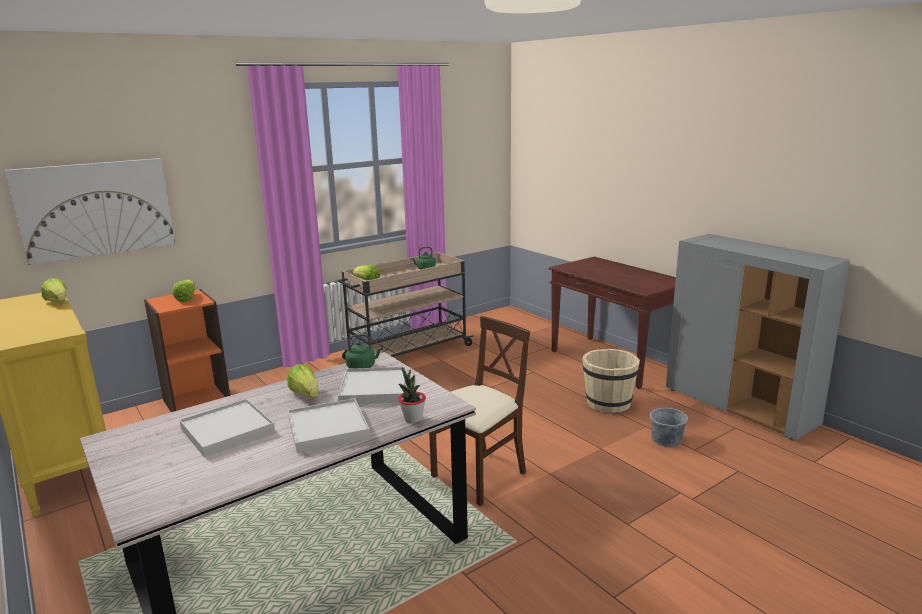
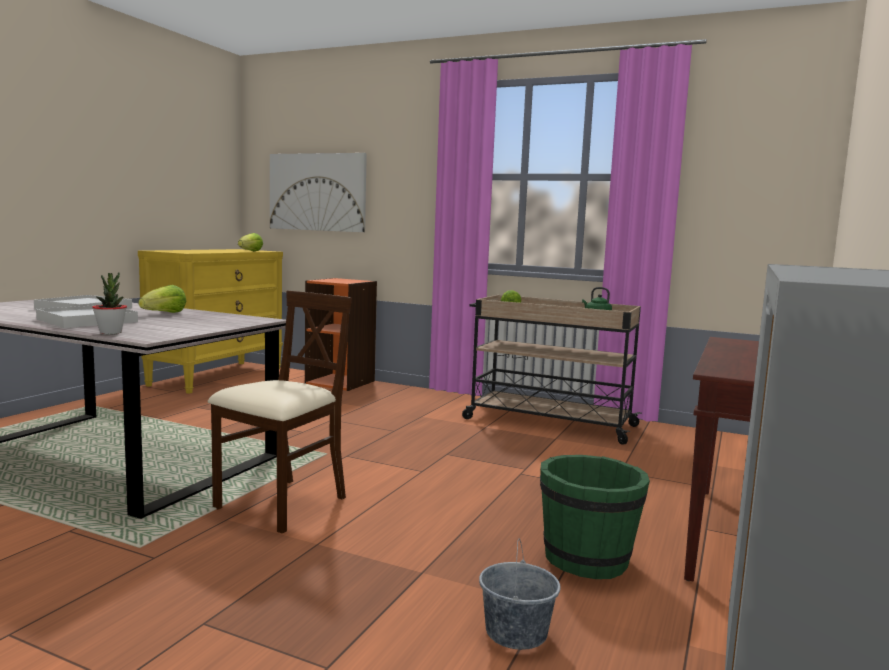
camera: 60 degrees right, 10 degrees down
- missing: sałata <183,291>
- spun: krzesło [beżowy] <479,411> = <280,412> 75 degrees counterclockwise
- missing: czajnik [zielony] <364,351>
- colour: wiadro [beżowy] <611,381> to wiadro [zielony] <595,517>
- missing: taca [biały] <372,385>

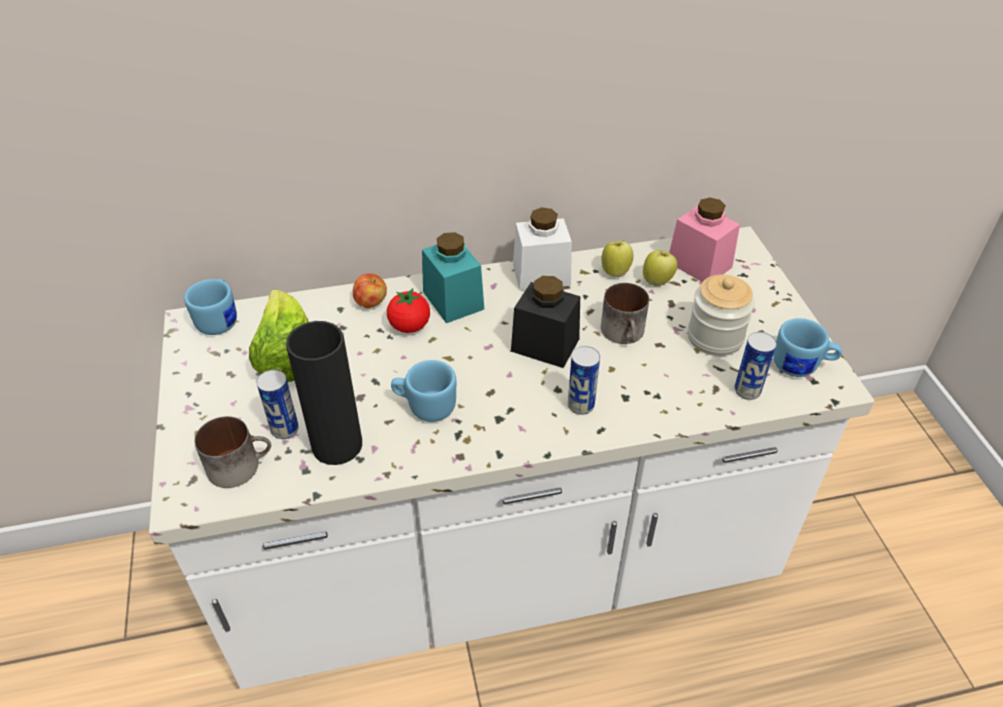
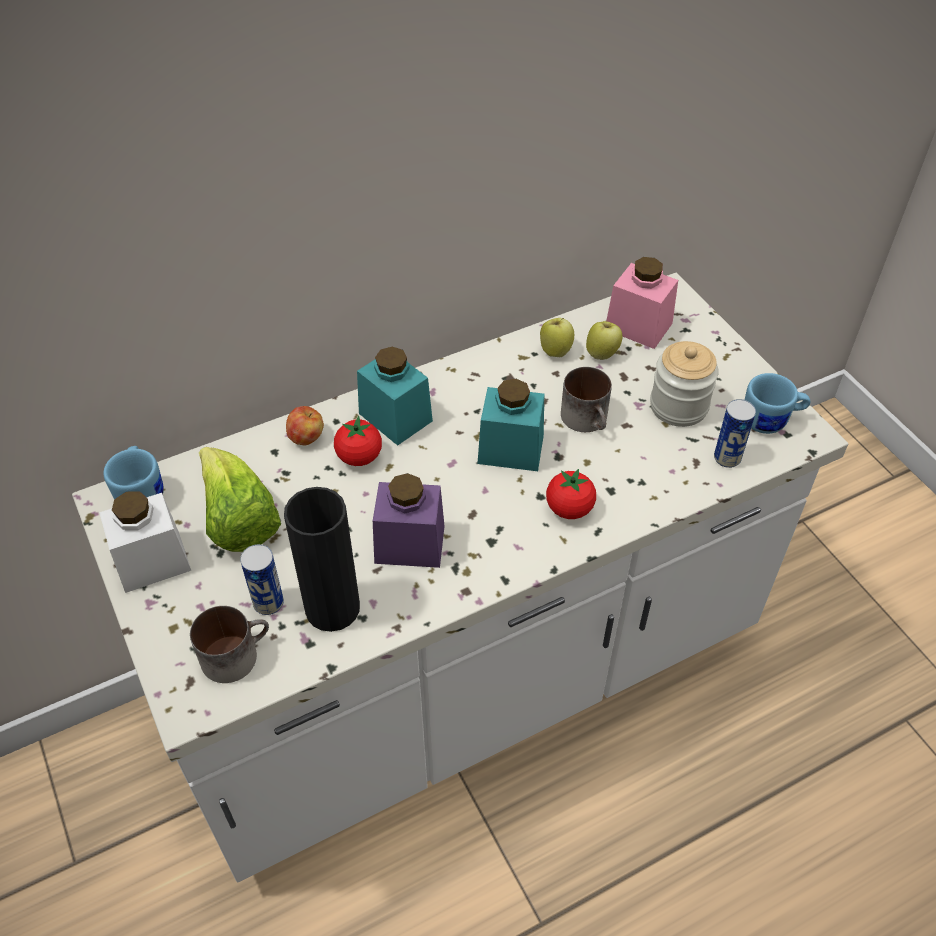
camera: 15 degrees left, 5 degrees up
- relocated: słoik [biały] <542,249> to <145,542>
- colour: słoik [czarny] <545,322> to słoik [turkusowy] <510,425>
- exchanged: puszka <584,380> to pomidor <571,494>
- exchanged: kubek [niebieski] <423,391> to słoik [fioletowy] <409,520>

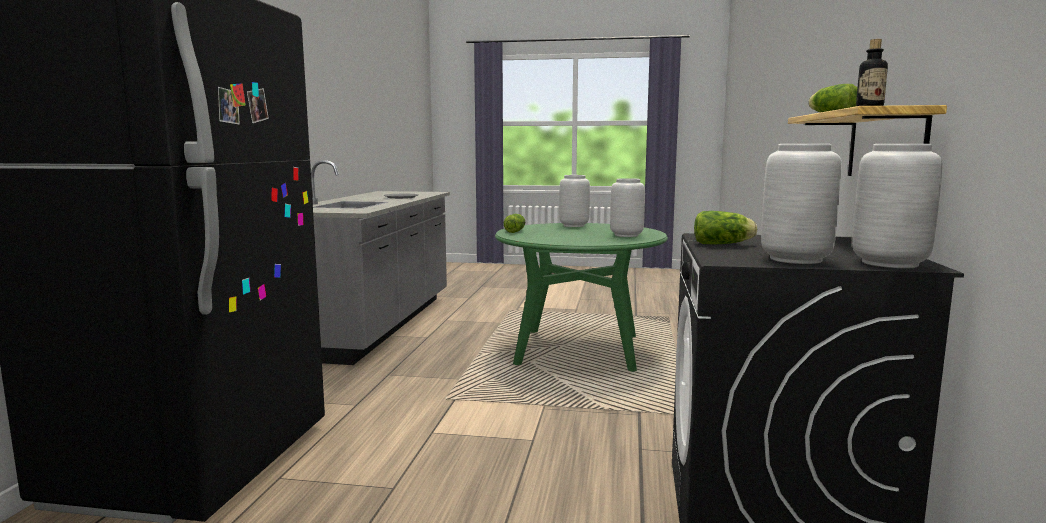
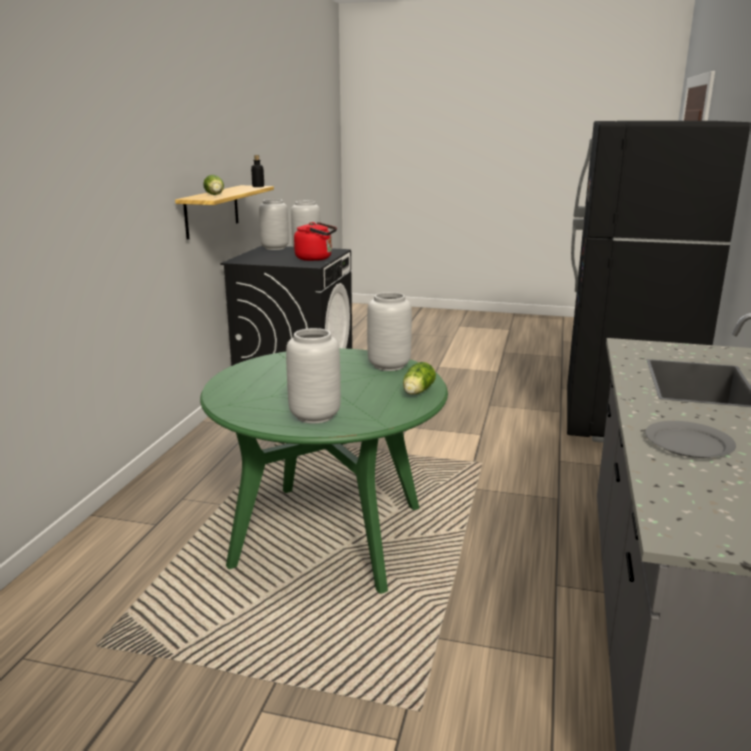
camera: 175 degrees left, 10 degrees up
- relocated: wazon [szary] <627,207> to <389,331>
- exchanged: sałata <725,228> to czajnik [czerwony] <315,241>

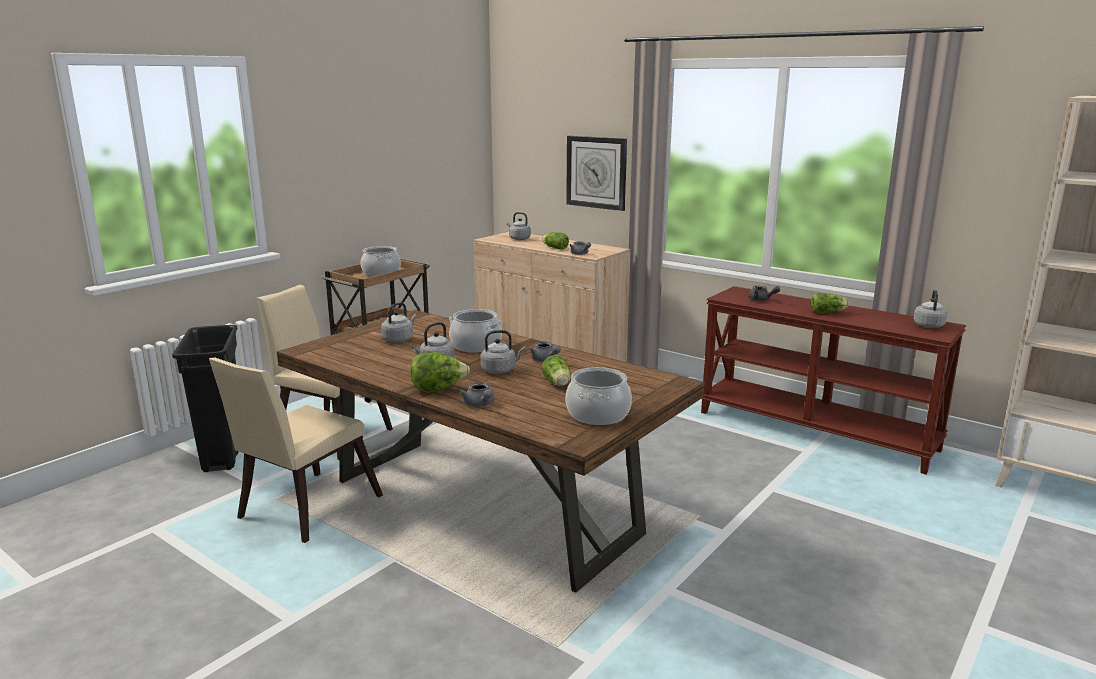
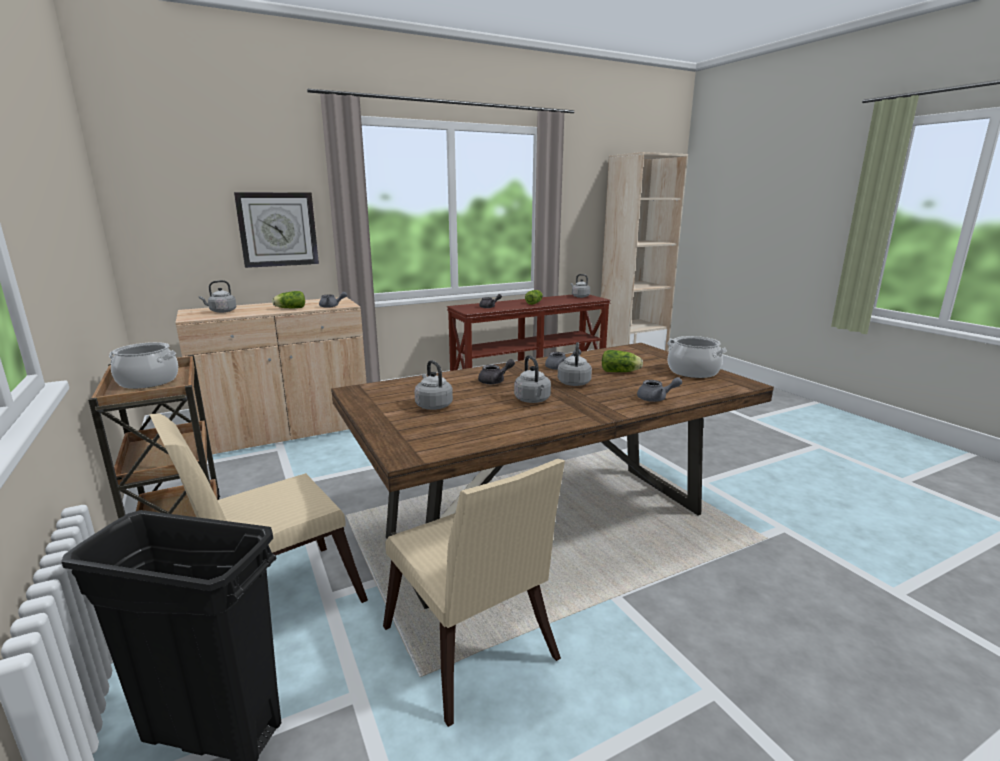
camera: 65 degrees left, 0 degrees up
- exchanged: garnek <475,331> to imbryk [szary] <496,371>
- missing: sałata <440,372>

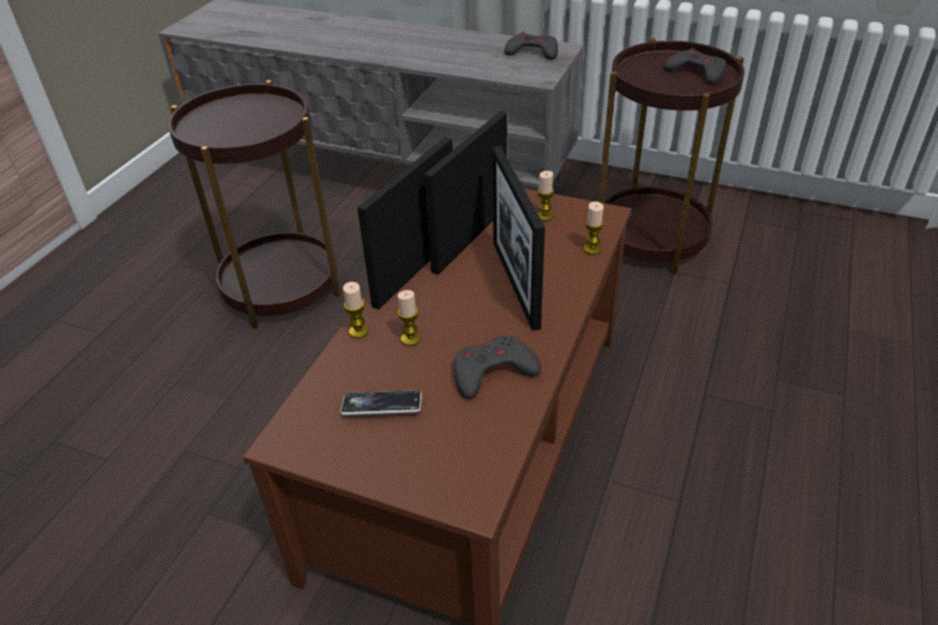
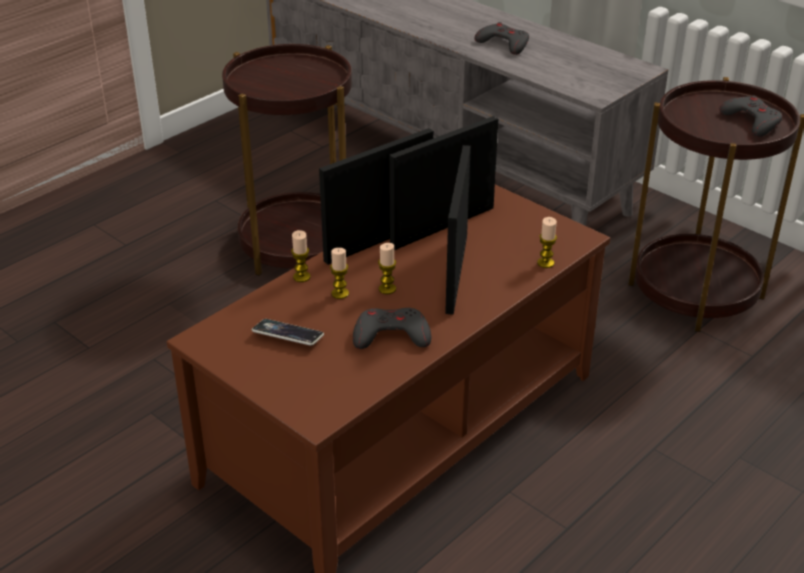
camera: 20 degrees right, 5 degrees down
- relocated: pad do gier [szary] <531,46> to <502,38>
- relocated: świeca <545,196> to <387,268>

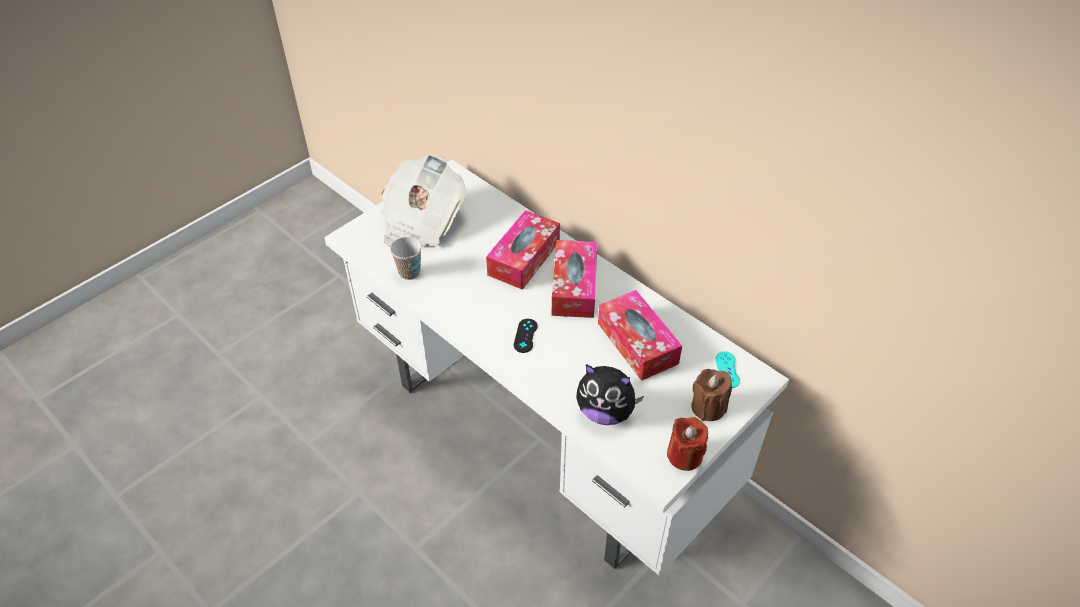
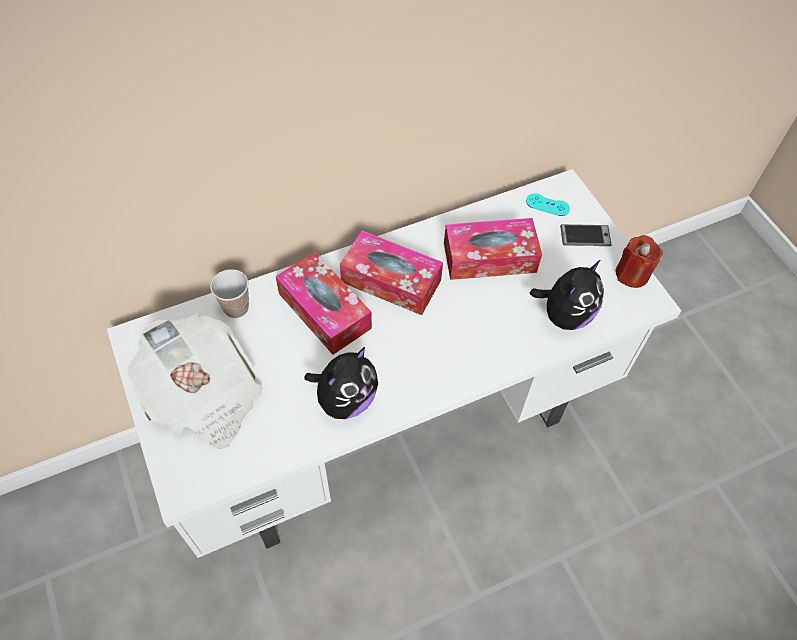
camera: 70 degrees left, 10 degrees up
- relocated: filiżanka <406,258> to <229,293>
- missing: pad do gier [czarny] <525,336>
- exchanged: świeca [brązowy] <711,395> to telefon <585,235>
- appeared: pluszak <341,383>

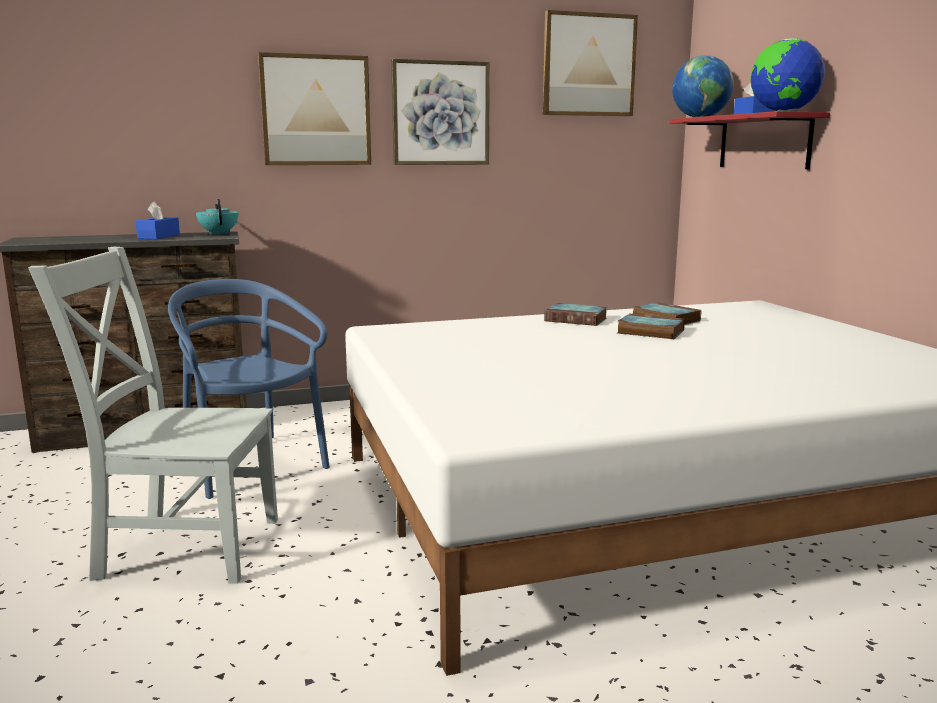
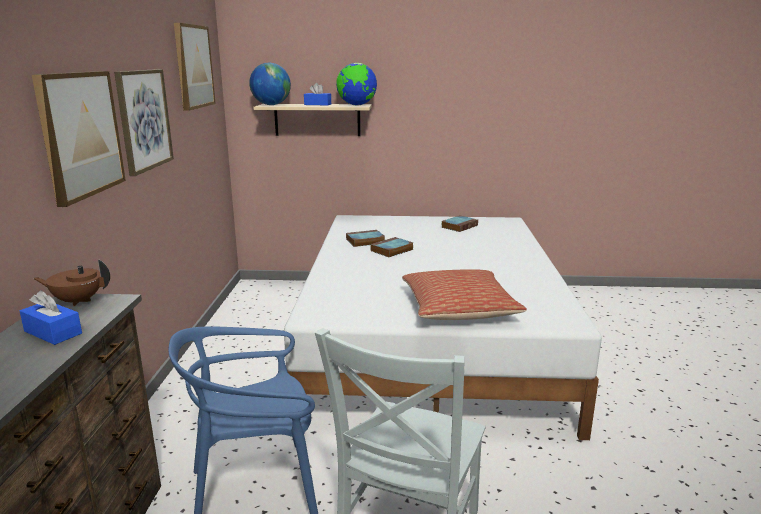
camera: 70 degrees left, 5 degrees up
- colour: półka [czerwony] <749,140> to półka [beżowy] <312,120>
- colour: imbryk [turkusowy] <217,217> to imbryk [brązowy] <71,283>
- relocated: książka <575,314> to <459,223>
- appeared: poduszka <464,294>

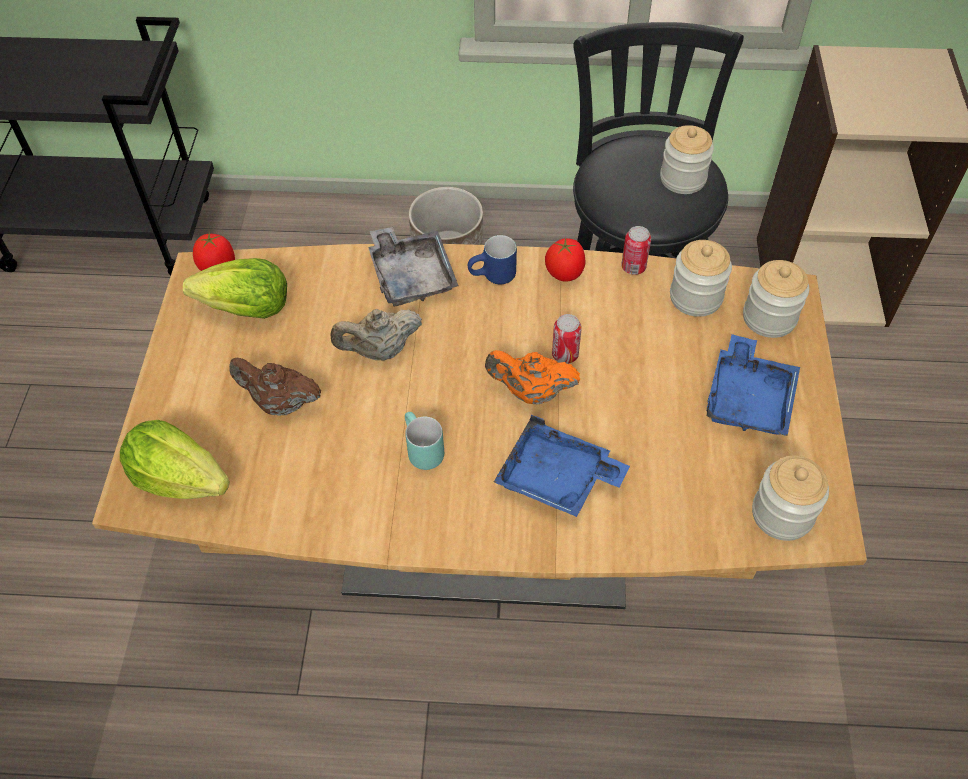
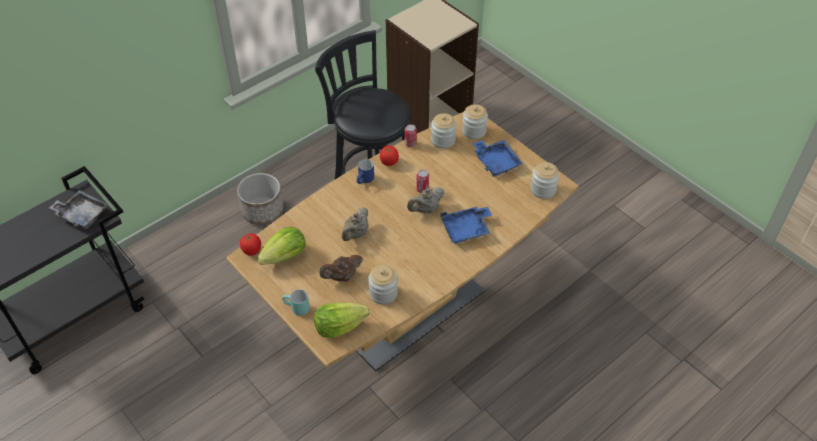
camera: 45 degrees left, 5 degrees down
- relocated: słoik <687,159> to <383,285>
- relocated: taca [szary] <413,266> to <78,209>
- colour: imbryk [pomarańczowy] <532,377> to imbryk [beżowy] <426,200>
- relocated: kubek [turkusowy] <424,441> to <296,303>

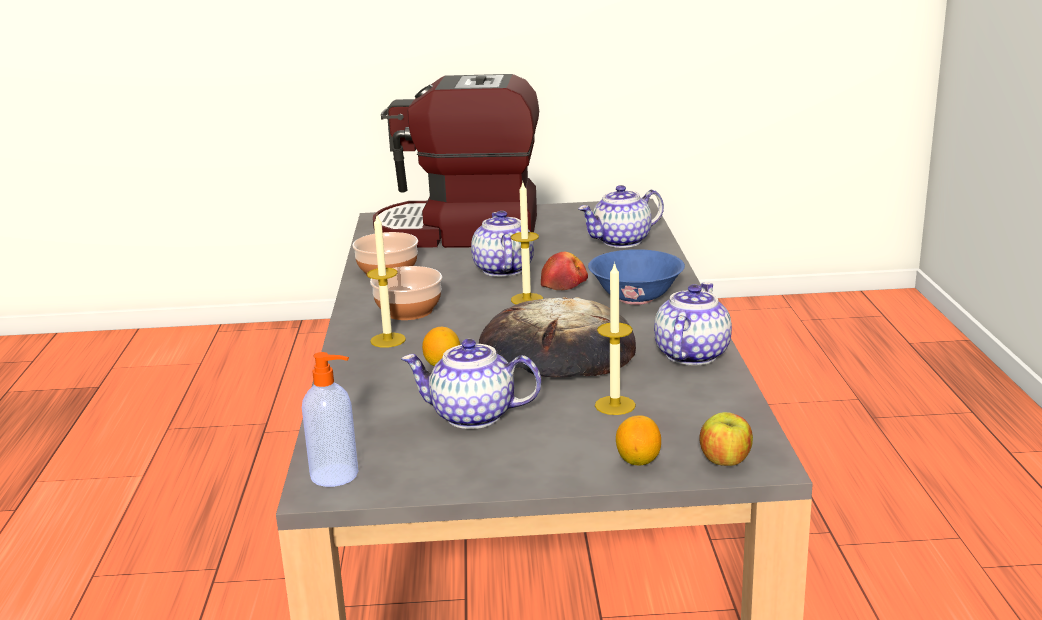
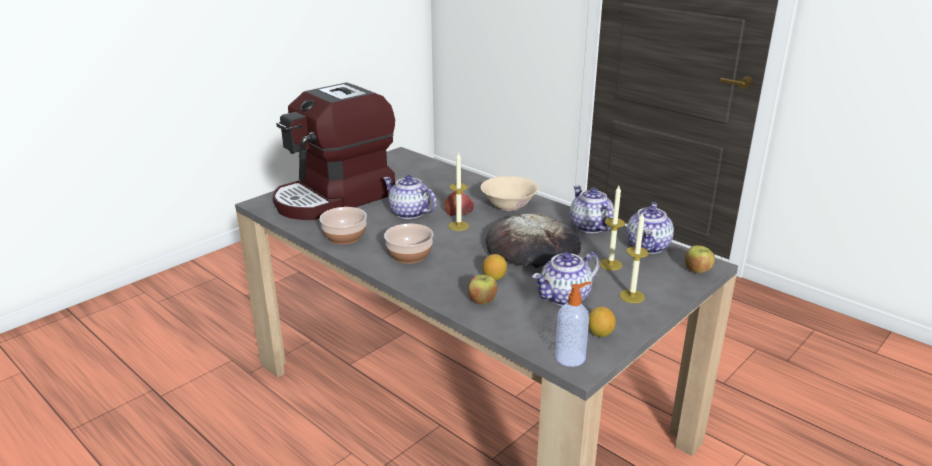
camera: 45 degrees left, 5 degrees up
- relocated: imbryk <621,216> to <650,228>
- relocated: świeca <386,281> to <634,257>
- colour: miska [niebieski] <636,277> to miska [beżowy] <510,193>
- relocated: cytryna <638,440> to <602,322>
- appeared: jabłko <482,289>

